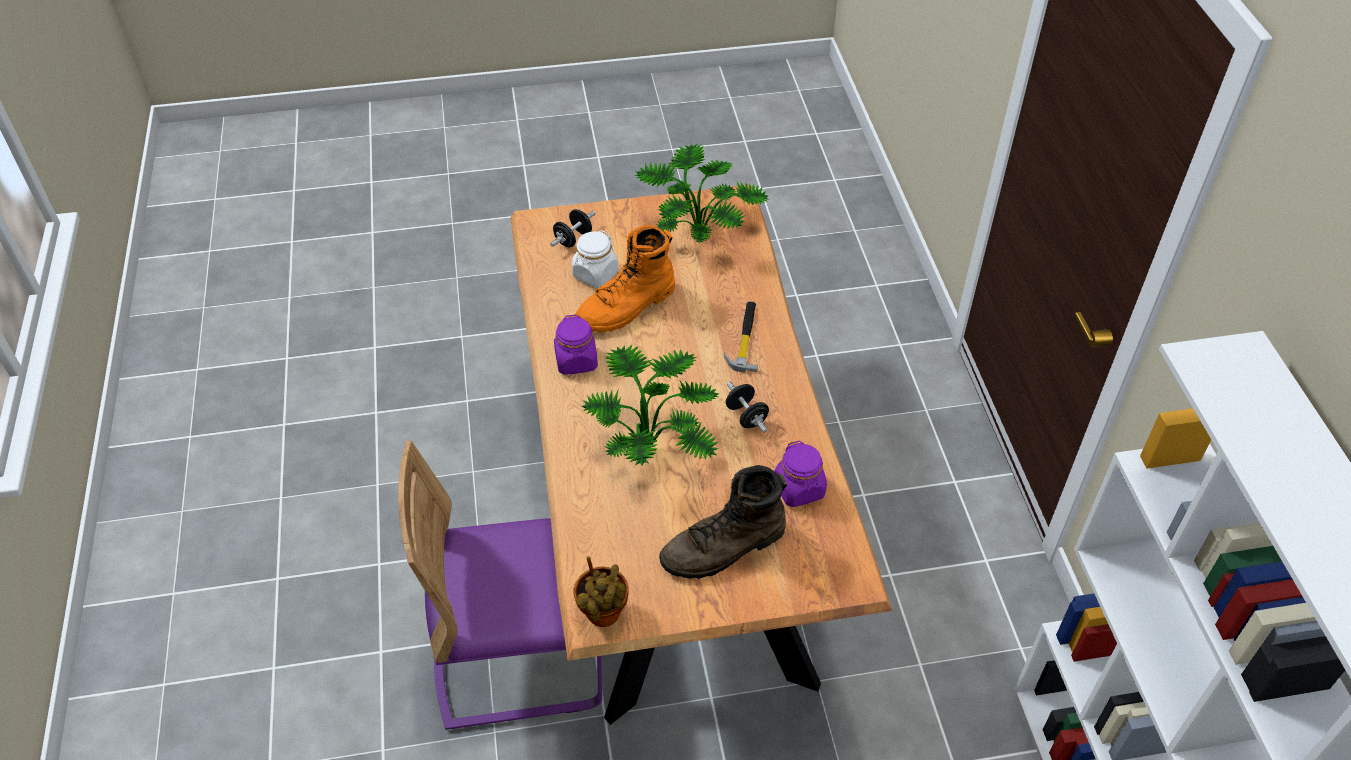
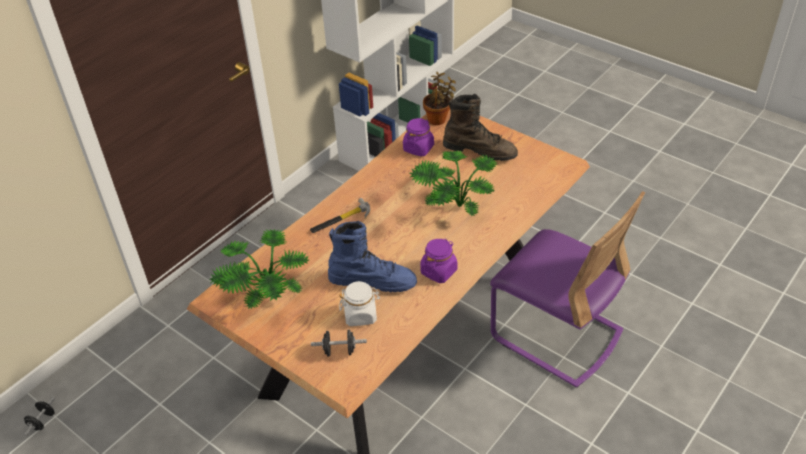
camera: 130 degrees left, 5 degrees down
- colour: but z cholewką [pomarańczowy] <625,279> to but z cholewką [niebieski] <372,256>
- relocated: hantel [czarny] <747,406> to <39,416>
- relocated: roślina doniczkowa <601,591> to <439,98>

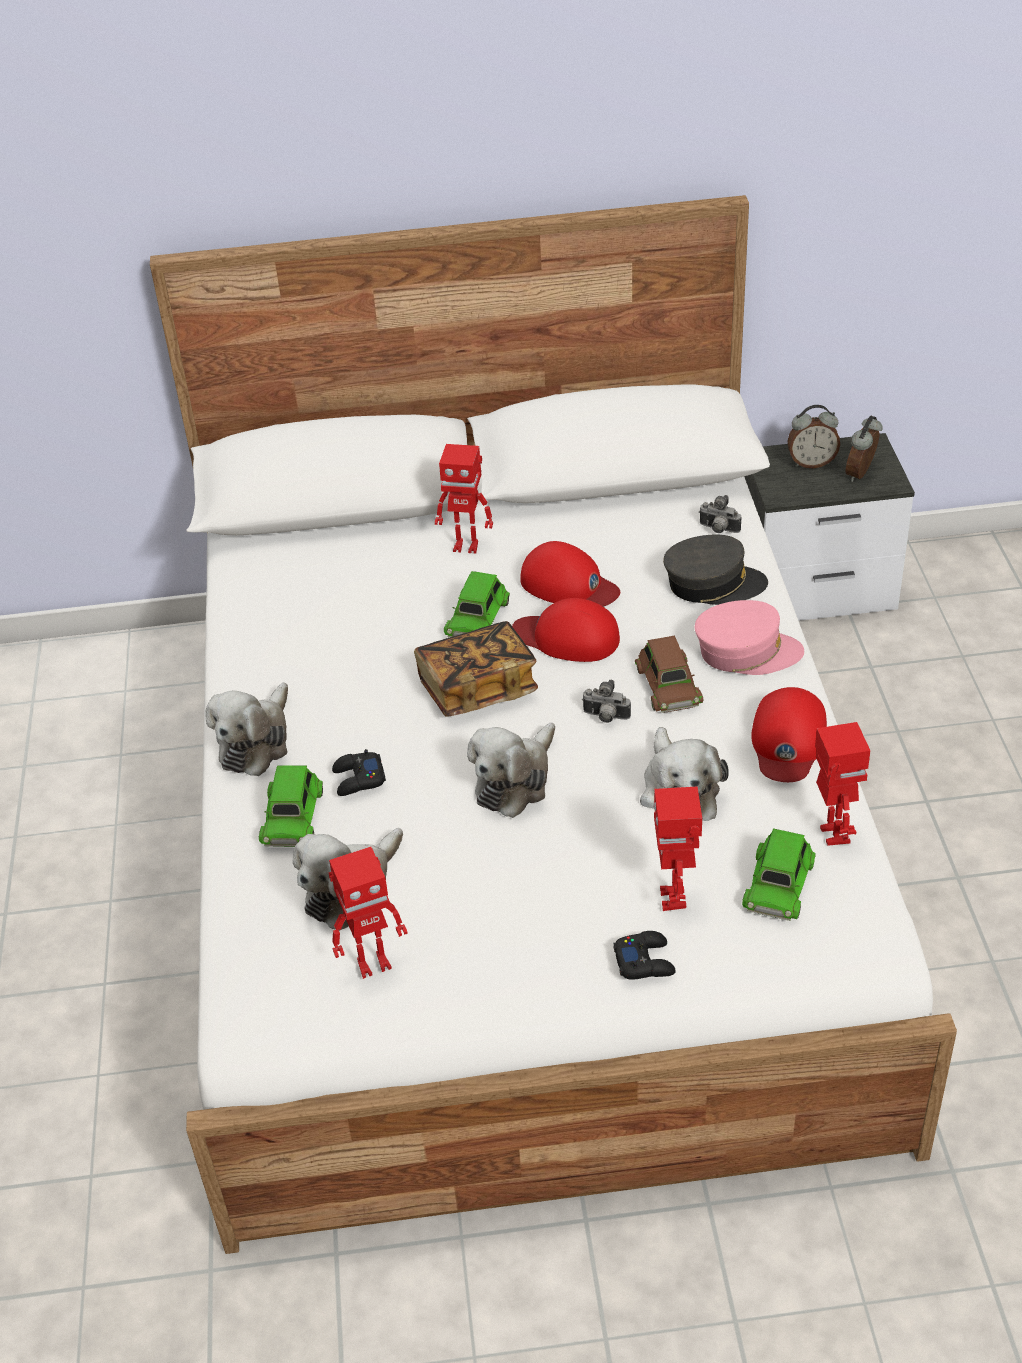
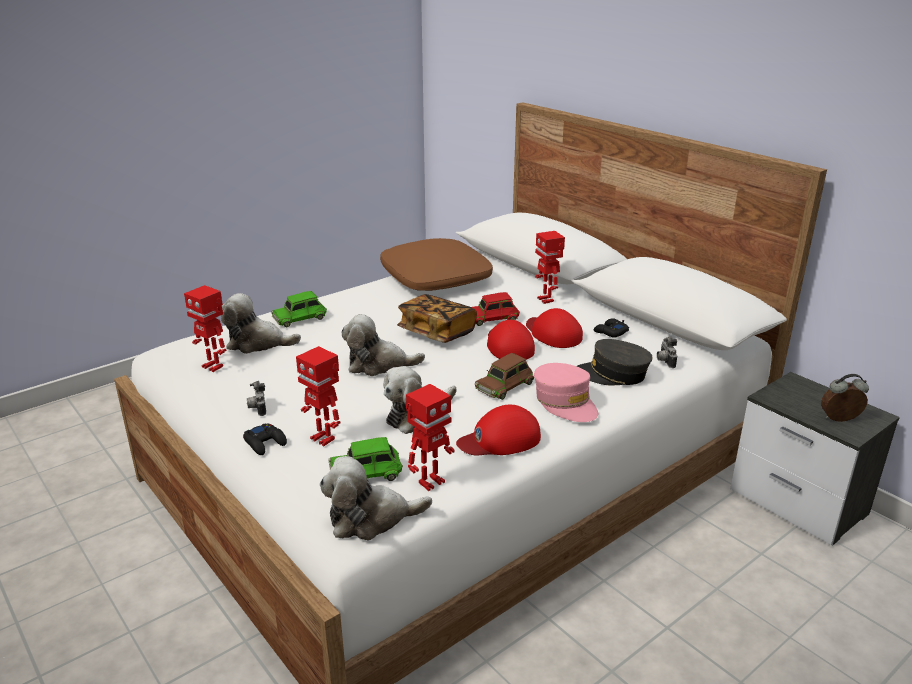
camera: 55 degrees right, 15 degrees down
- missing: budzik <813,436>
- spun: czapka z daszkiem [szary] <715,570> = <614,362> 135 degrees clockwise
- spun: czapka z daszkiem [czerwony] <570,574> = <554,328> 150 degrees clockwise
- colour: samochodzik [zielony] <477,604> to samochodzik [czerwony] <495,309>
- relocated: aparat fotograficzny <606,701> to <256,398>
- relocated: pluszak <246,729> to <376,498>
- relocated: pad do gier [czarny] <359,772> to <611,328>
- spun: robot zabawkowy <678,849> = <318,396> 105 degrees counterclockwise
- appeared: poduszka [brązowy] <436,264>

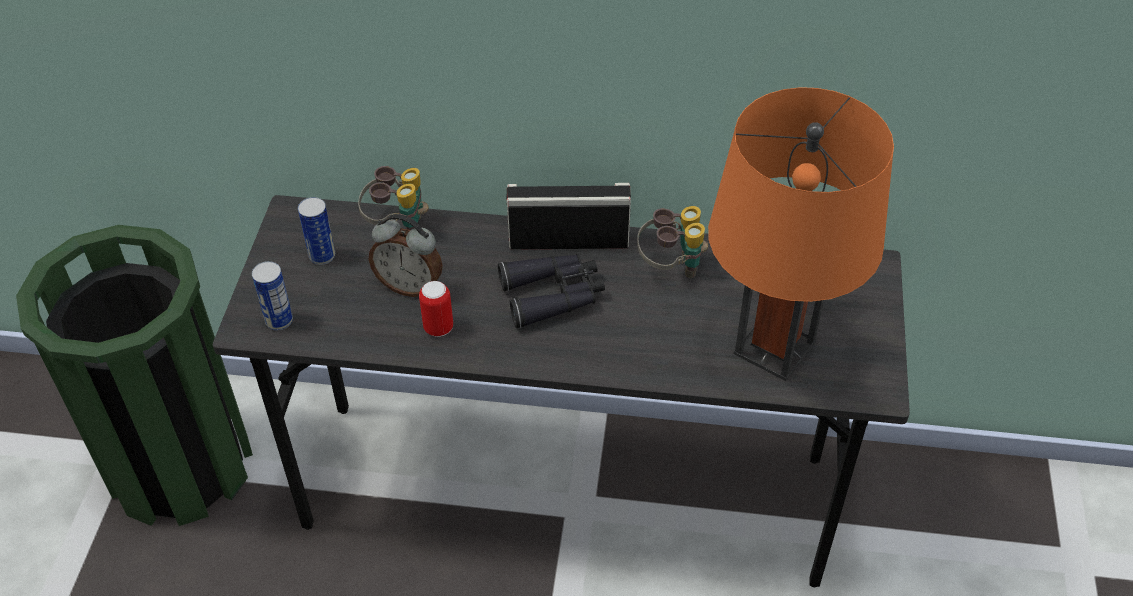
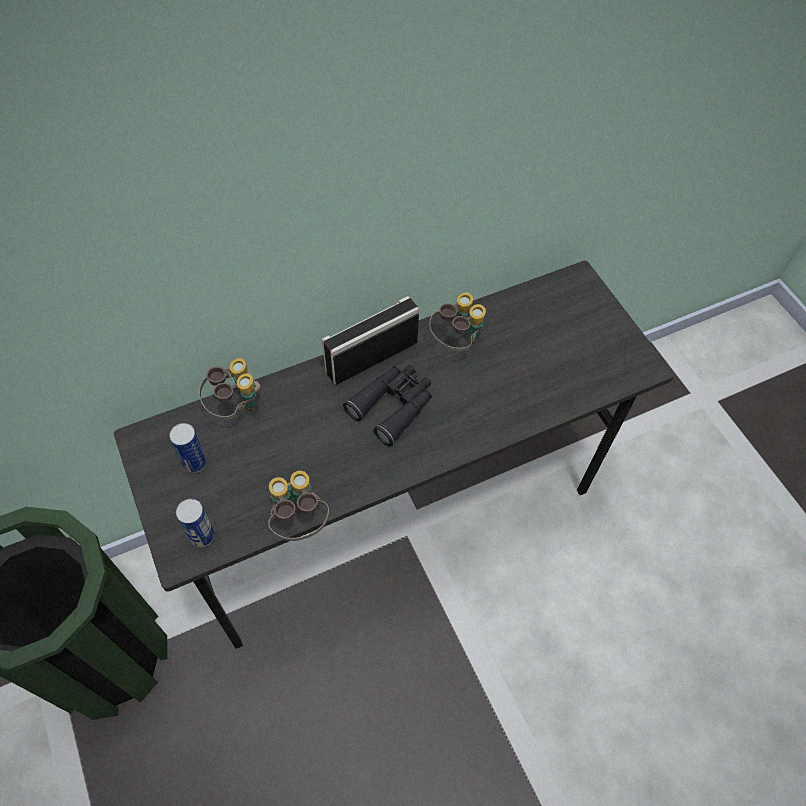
camera: 35 degrees left, 10 degrees up
- missing: lampa stołowa [pomarańczowy] <801,234>
- missing: budzik <406,255>
- missing: puszka <436,309>
- appeared: lornetka <298,506>

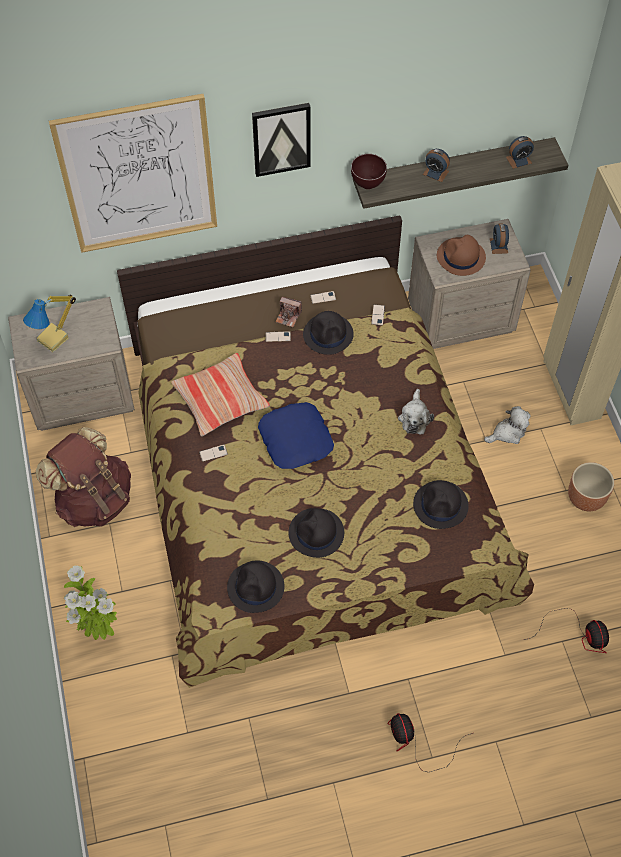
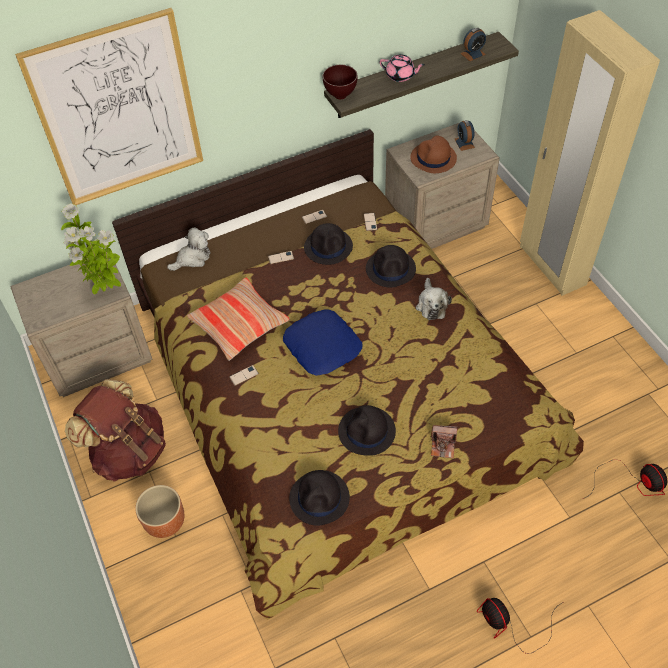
camera: 10 degrees left, 5 degrees down
- missing: obraz <281,140>
- exchanged: budzik <436,165> to imbryk [różowy] <402,68>
- missing: lampa stołowa <49,323>
- relocated: aparat fotograficzny <288,312> to <444,441>
- relocated: pluszak <507,425> to <189,249>
- relocated: donica [brązowy] <591,486> to <159,511>
- relocated: kapelusz [czarny] <441,504> to <391,266>
- relocated: roślina doniczkowa <90,603> to <91,249>

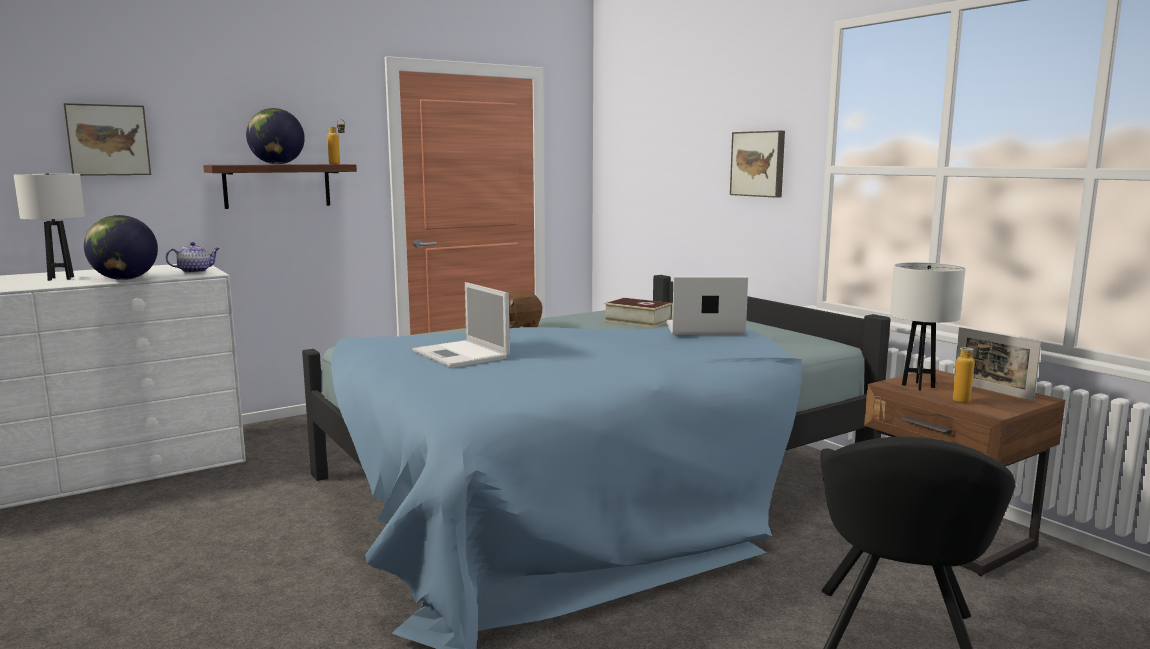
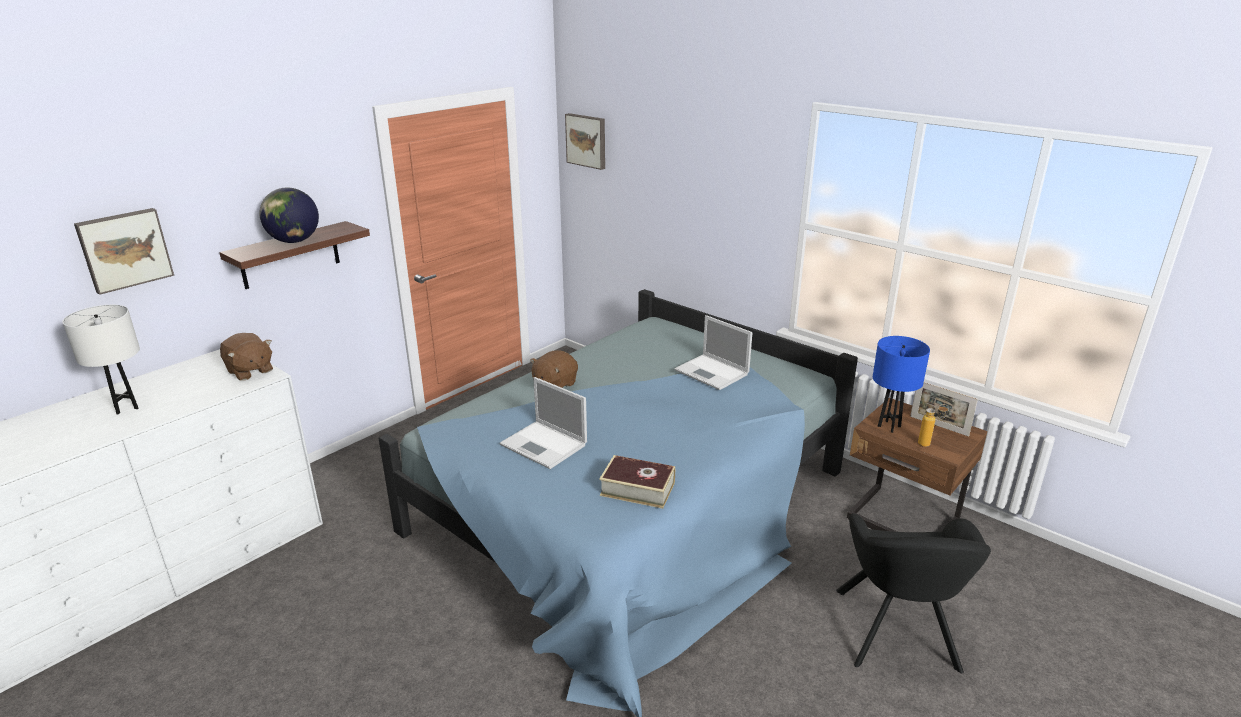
camera: 15 degrees left, 15 degrees up
- missing: butelka <336,141>
- relocated: obraz <757,164> to <585,141>
- missing: globus <121,247>
- exchanged: imbryk <193,257> to pluszak [brązowy] <246,357>
- colour: lampa stołowa [biały] <928,326> to lampa stołowa [niebieski] <901,384>
- spun: laptop <707,305> = <713,352> 120 degrees counterclockwise
- relocated: książka <638,312> to <637,482>

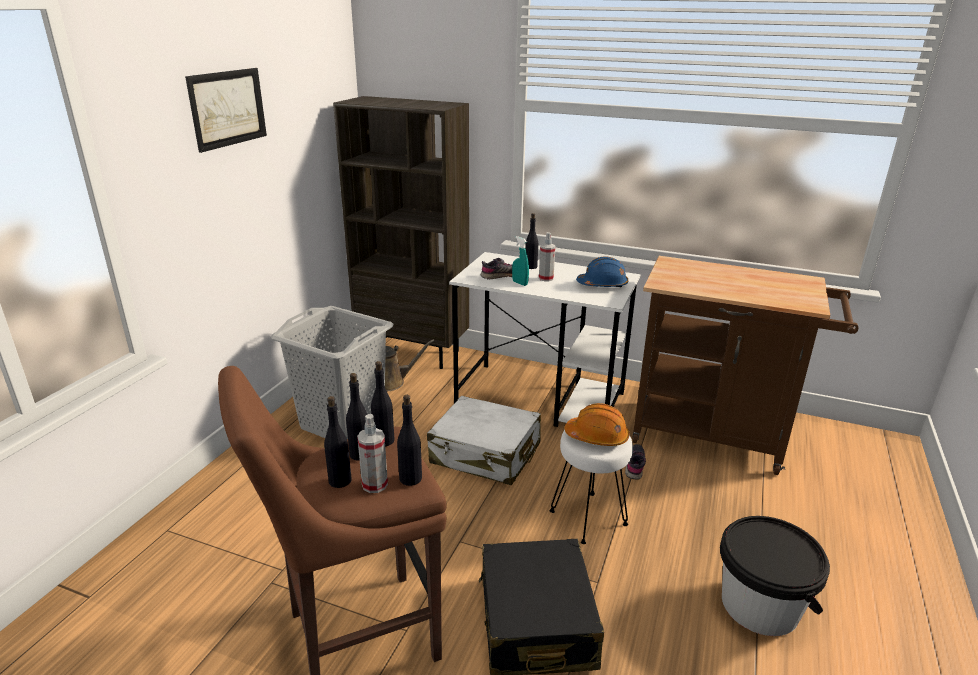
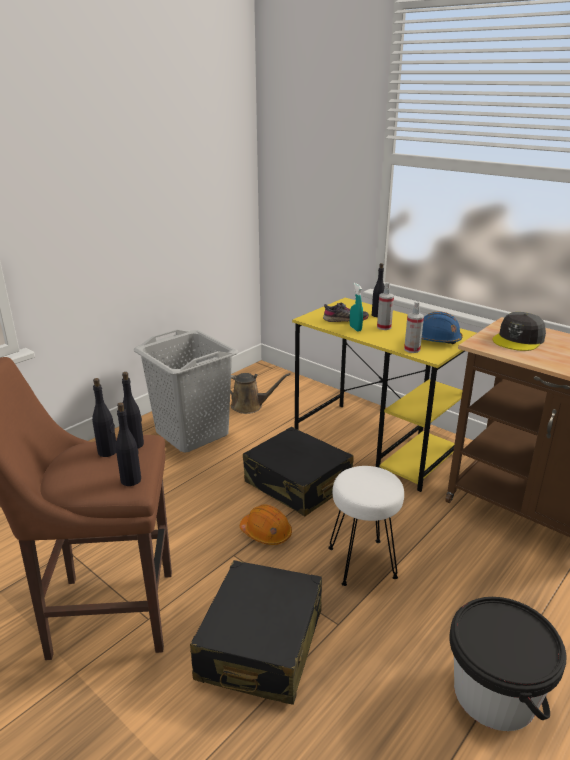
camera: 20 degrees right, 0 degrees up
- missing: obraz <226,110>
- missing: regał [brązowy] <401,232>
- colour: biurko [biały] <545,339> to biurko [żółty] <384,395>
- missing: butelka [czarny] <338,442>
- colour: walizka [biały] <484,440> to walizka [czarny] <298,471>
- relocated: kask [pomarańczowy] <597,424> to <266,525>
- relocated: spryskiwacz <372,453> to <414,327>
- missing: but [szary] <635,462>
- appeared: czapka z daszkiem [szary] <519,331>

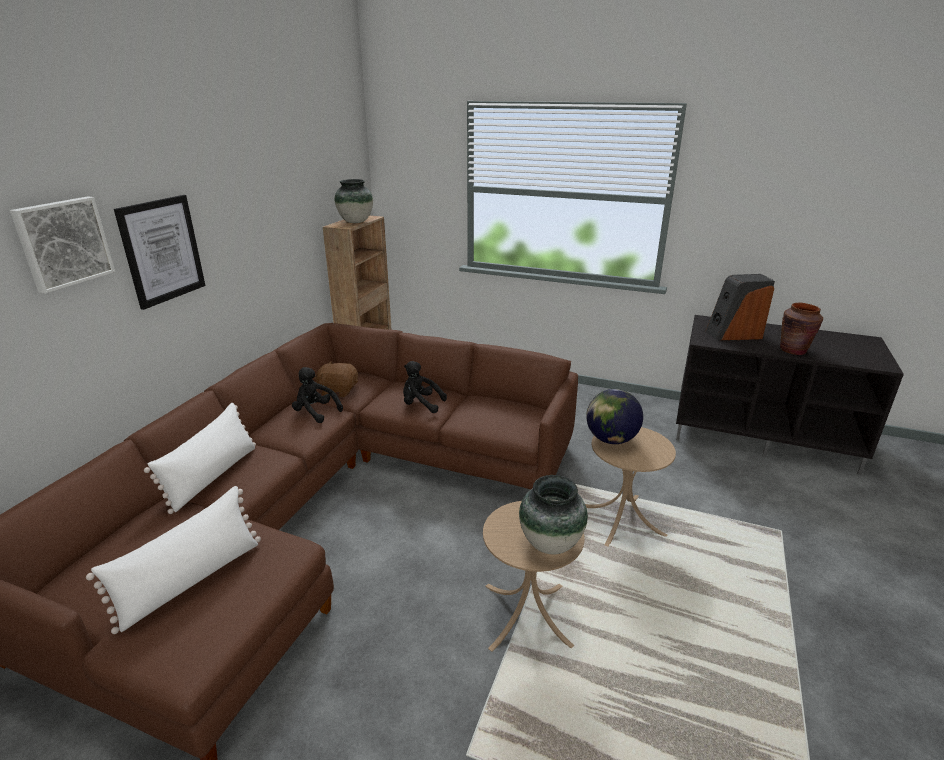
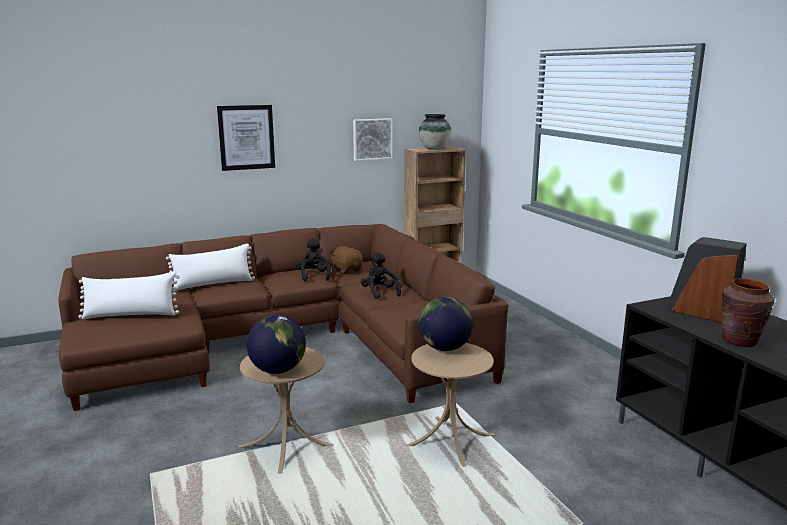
camera: 45 degrees right, 10 degrees down
- relocated: obraz <62,244> to <372,139>
- exchanged: wazon <553,514> to globus <276,344>

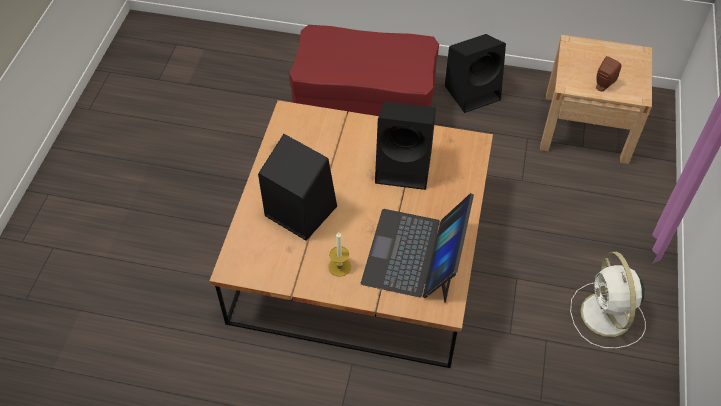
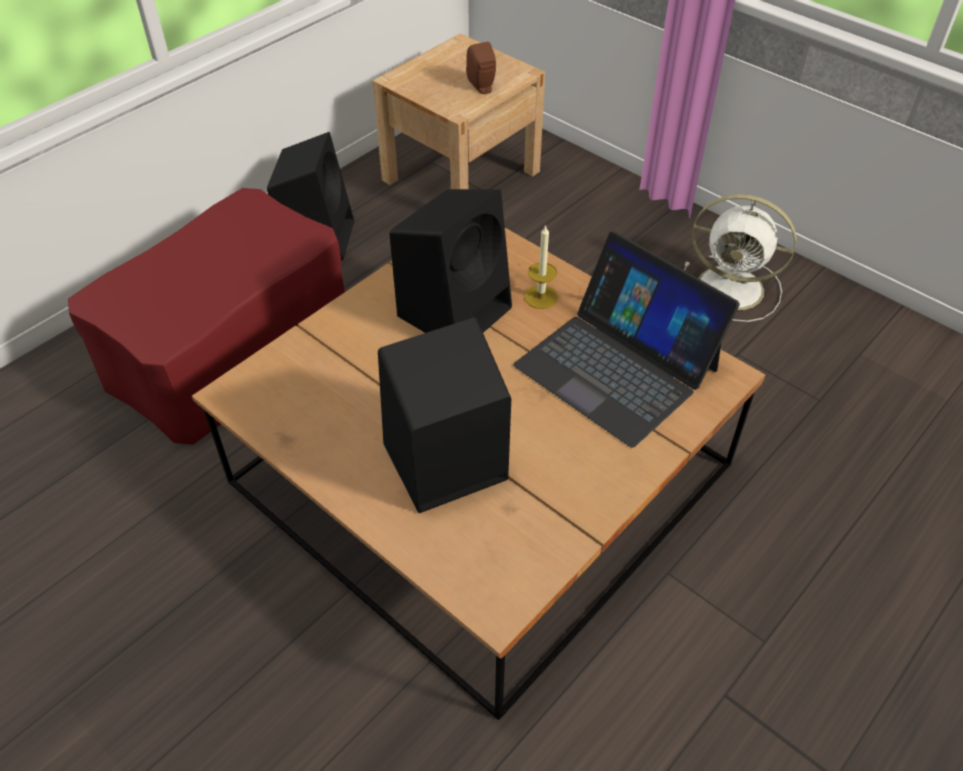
camera: 60 degrees left, 5 degrees down
- relocated: świeca <339,254> to <541,267>

